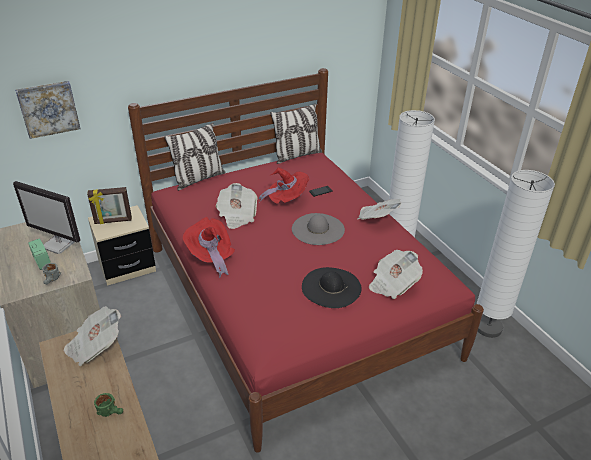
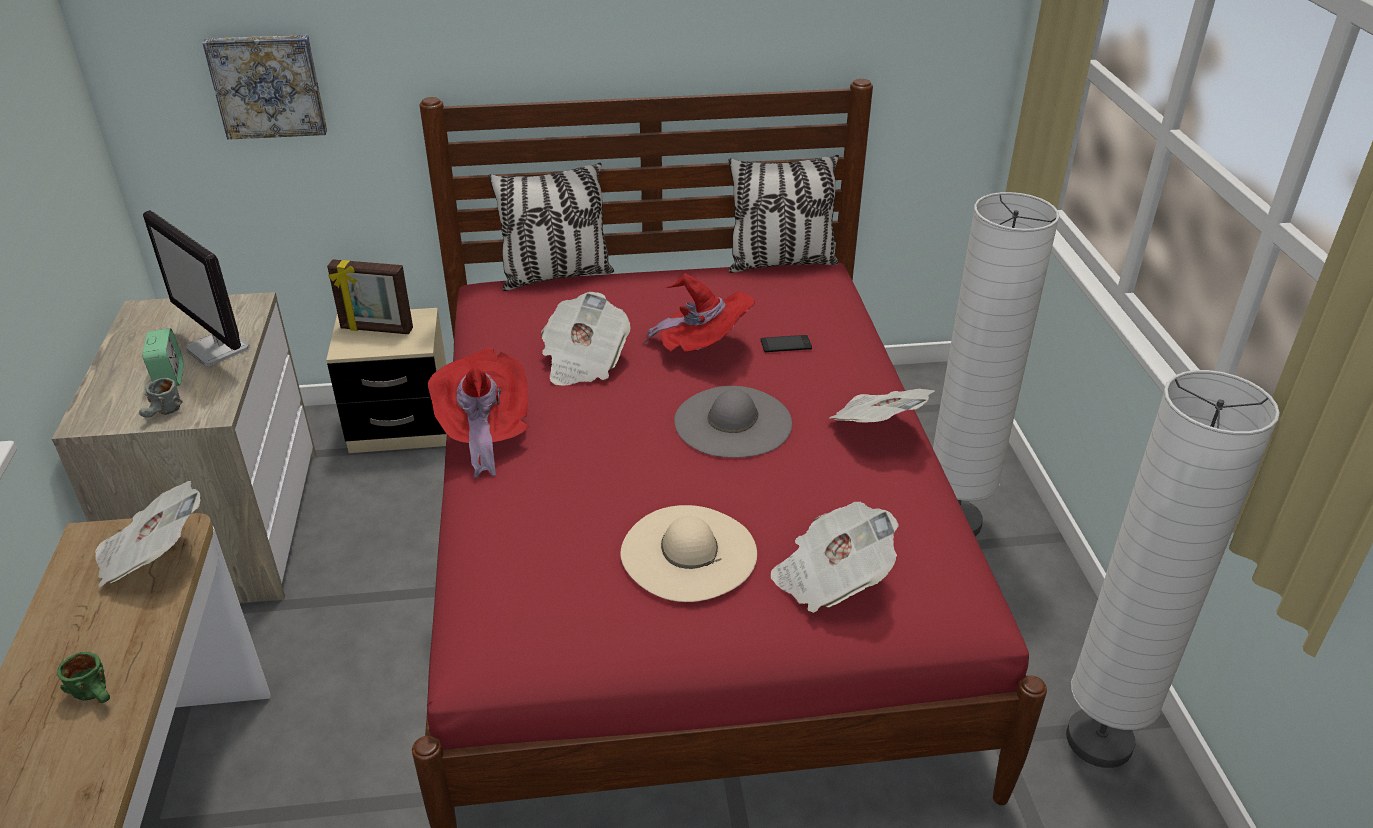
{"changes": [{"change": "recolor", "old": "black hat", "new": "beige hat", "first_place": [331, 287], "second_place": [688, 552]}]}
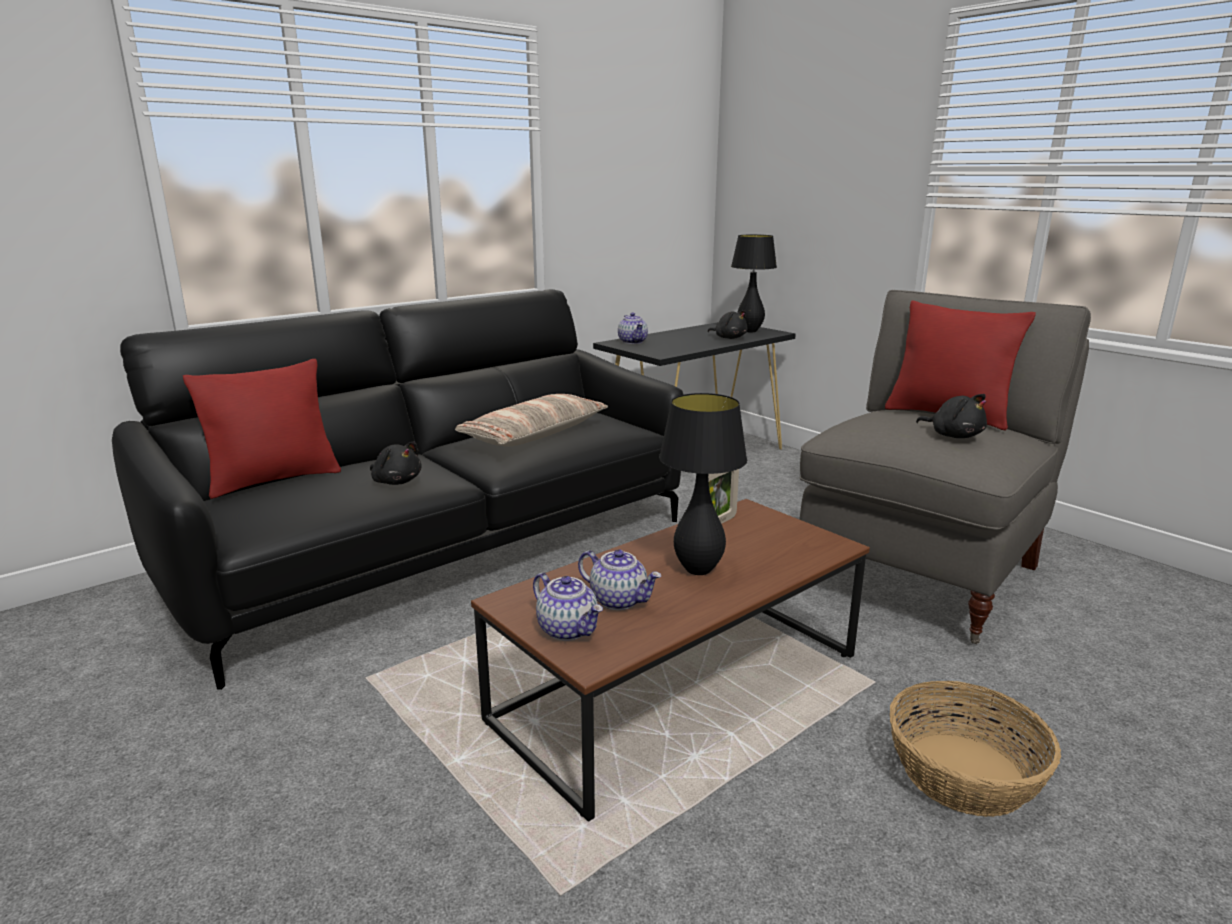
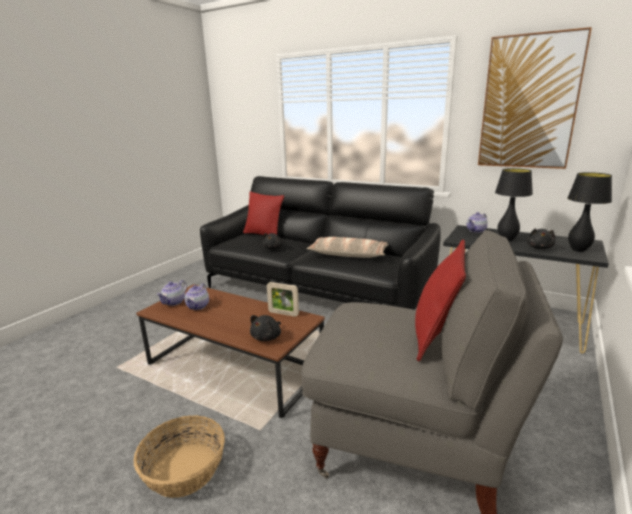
{"changes": [{"change": "move", "old": "black table lamp", "first_place": [698, 570], "second_place": [506, 240]}, {"change": "move", "old": "black plush toy", "first_place": [953, 435], "second_place": [267, 337]}, {"change": "insert", "new": "picture", "second_place": [529, 103]}]}
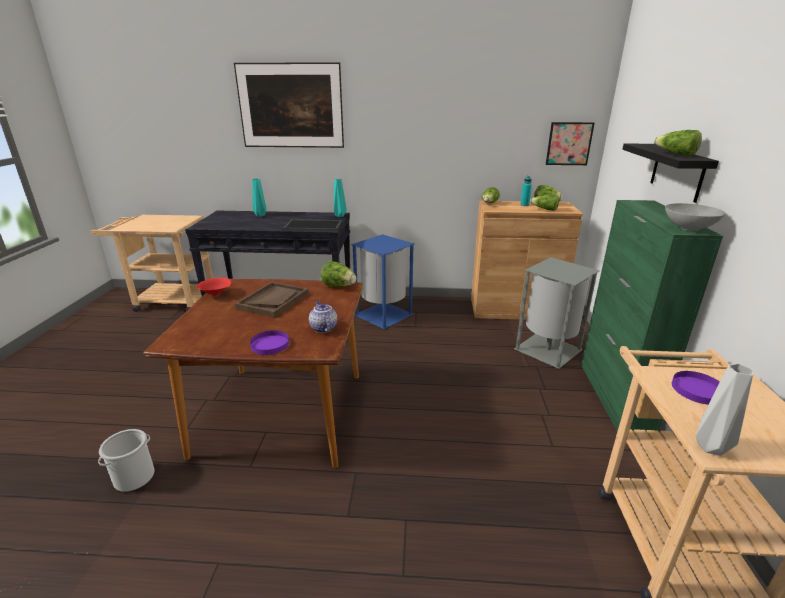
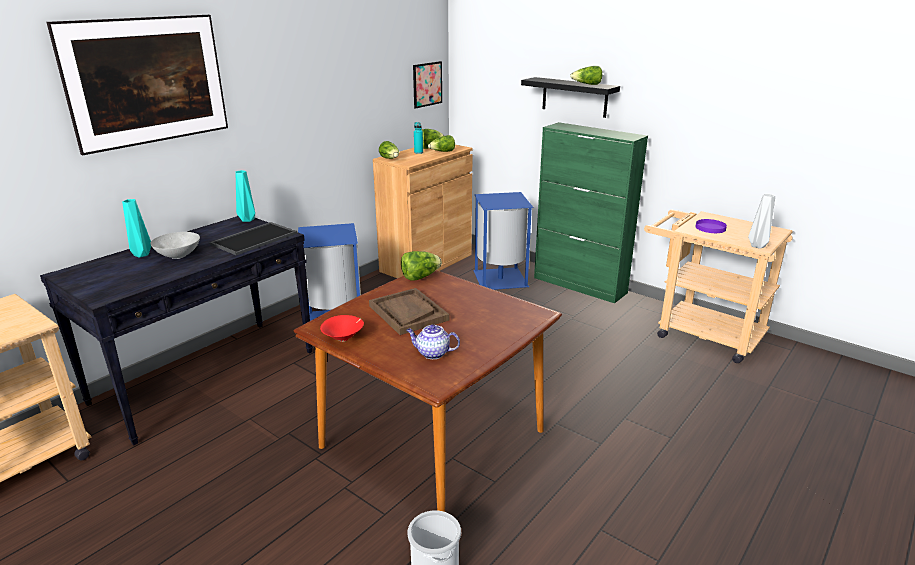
{"changes": [{"change": "move", "old": "grey bowl", "first_place": [690, 228], "second_place": [179, 255]}, {"change": "recolor", "old": "grey trash can", "new": "blue trash can", "first_place": [547, 349], "second_place": [499, 278]}, {"change": "move", "old": "teapot", "first_place": [323, 328], "second_place": [432, 353]}, {"change": "delete", "old": "purple plate", "first_place": [270, 344]}]}
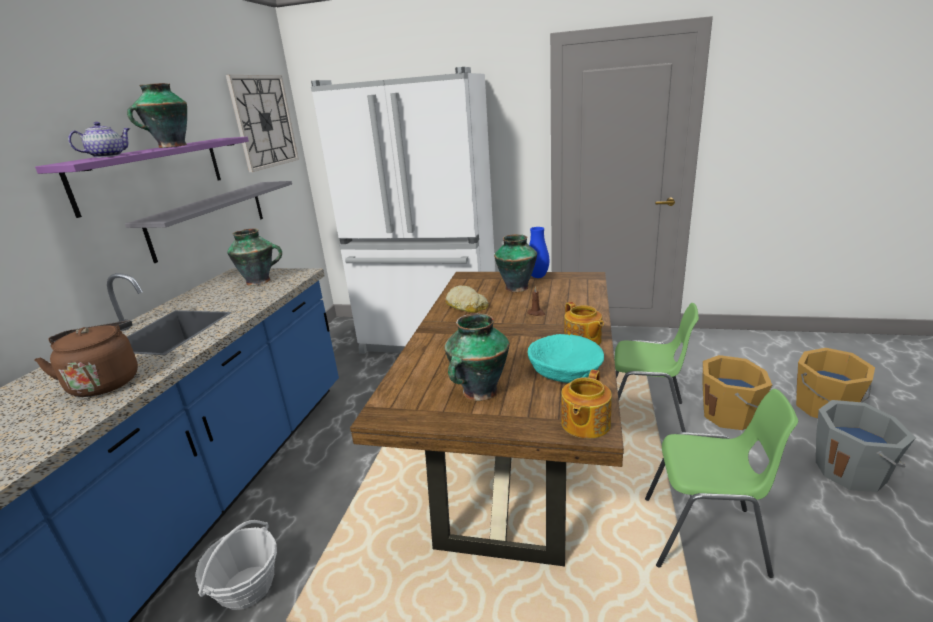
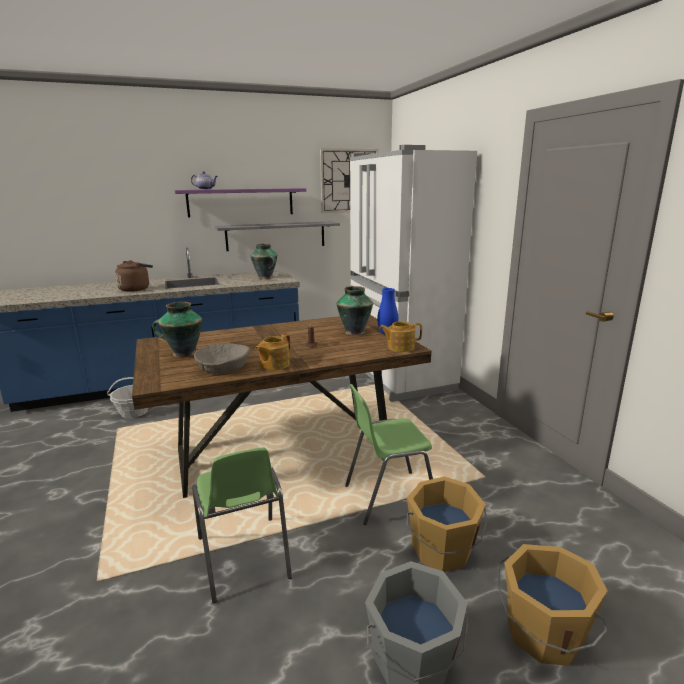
{"changes": [{"change": "delete", "old": "vase", "first_place": [171, 146]}, {"change": "delete", "old": "bread", "first_place": [466, 305]}, {"change": "rotate", "old": "green chair", "first_place": [645, 416], "second_place": [388, 497], "degrees": 90}, {"change": "recolor", "old": "turquoise bowl", "new": "beige bowl", "first_place": [564, 370], "second_place": [224, 367]}, {"change": "move", "old": "teapot", "first_place": [584, 424], "second_place": [400, 347]}]}
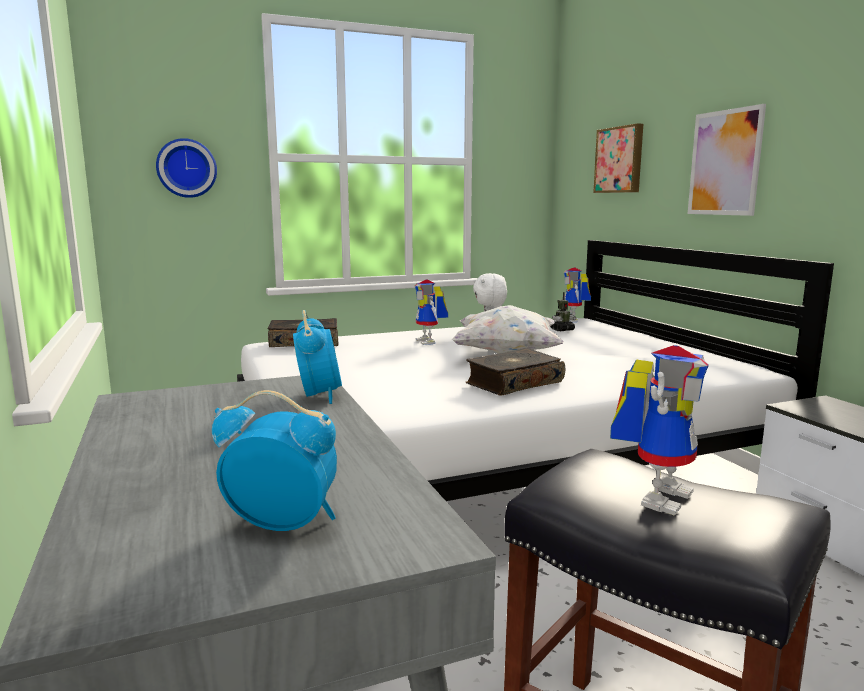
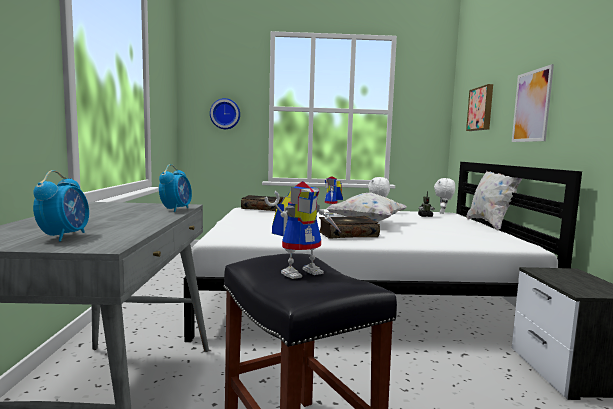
{"changes": [{"change": "replace", "old": "toy robot", "new": "white plush toy", "first_place": [574, 320], "second_place": [443, 213]}, {"change": "rotate", "old": "alarm clock", "first_place": [283, 524], "second_place": [65, 236], "degrees": 60}, {"change": "insert", "new": "white pillow", "second_place": [490, 224]}]}
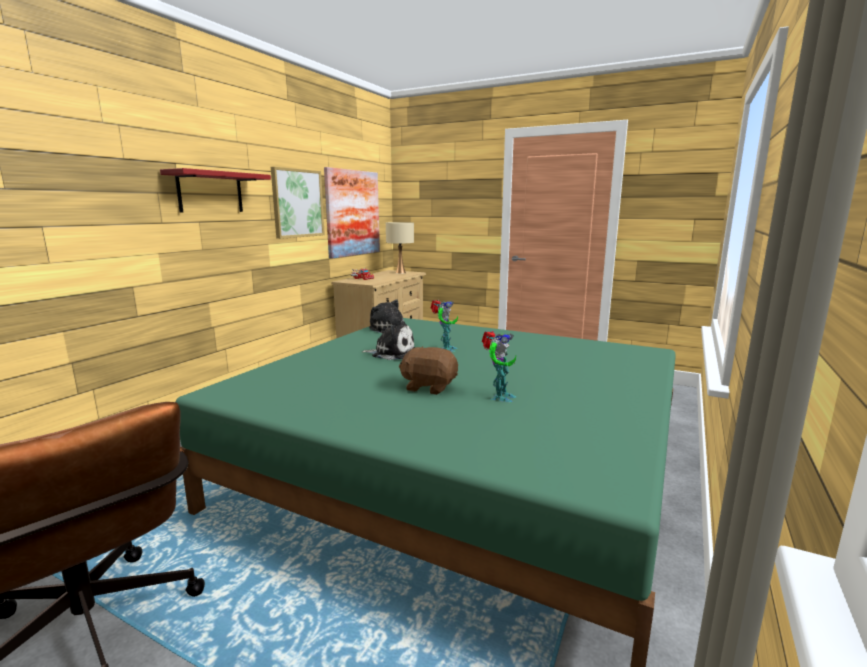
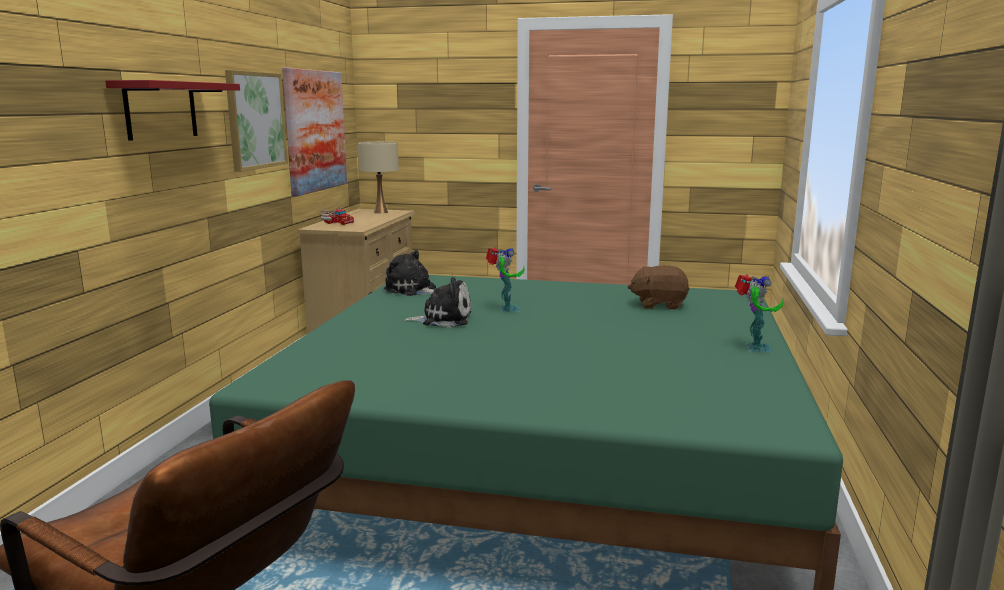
{"changes": [{"change": "move", "old": "toy robot", "first_place": [499, 397], "second_place": [755, 348]}, {"change": "move", "old": "brown plush toy", "first_place": [429, 387], "second_place": [659, 305]}]}
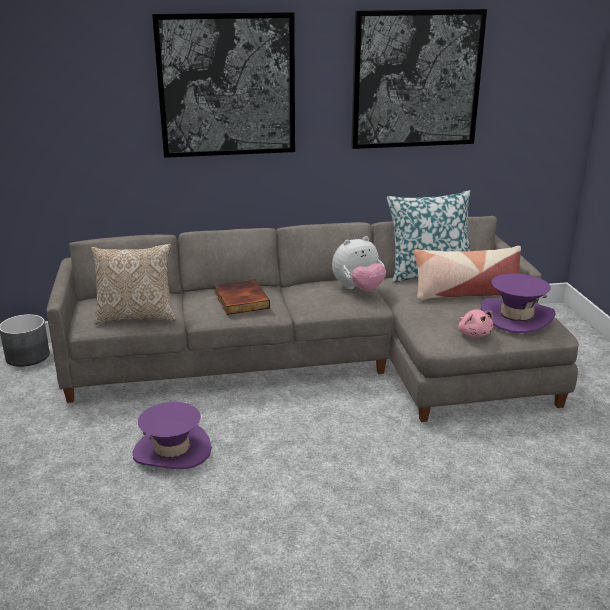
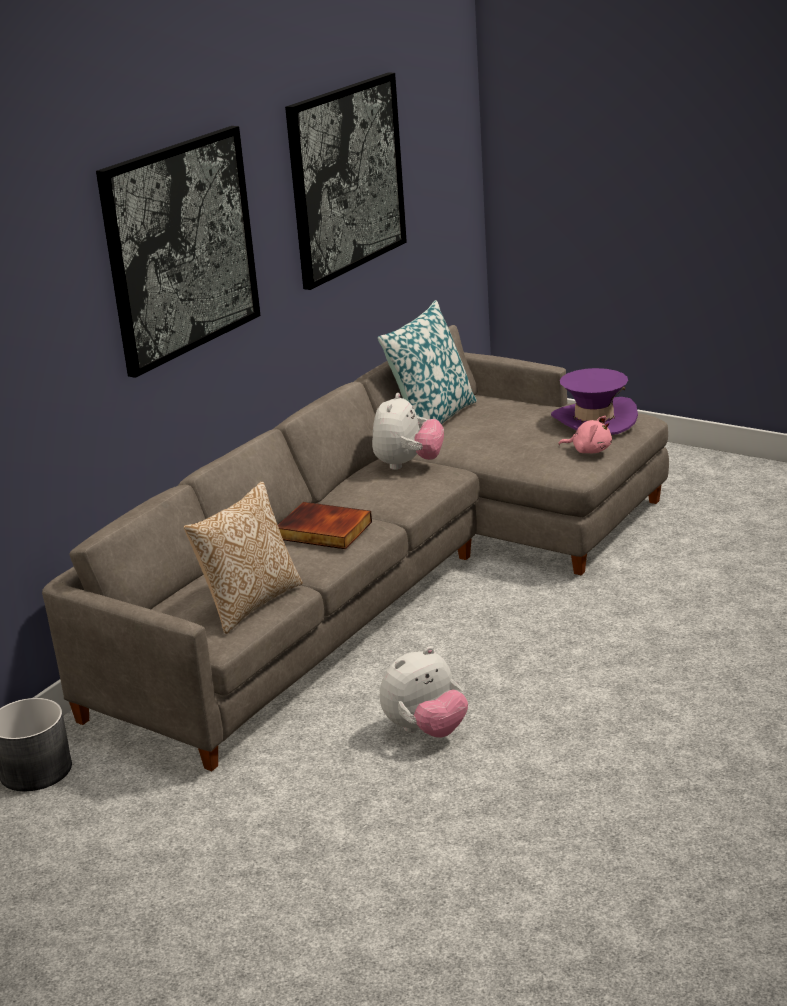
{"changes": [{"change": "delete", "old": "pillow", "first_place": [466, 294]}, {"change": "replace", "old": "purple hat", "new": "plush toy", "first_place": [172, 451], "second_place": [426, 730]}]}
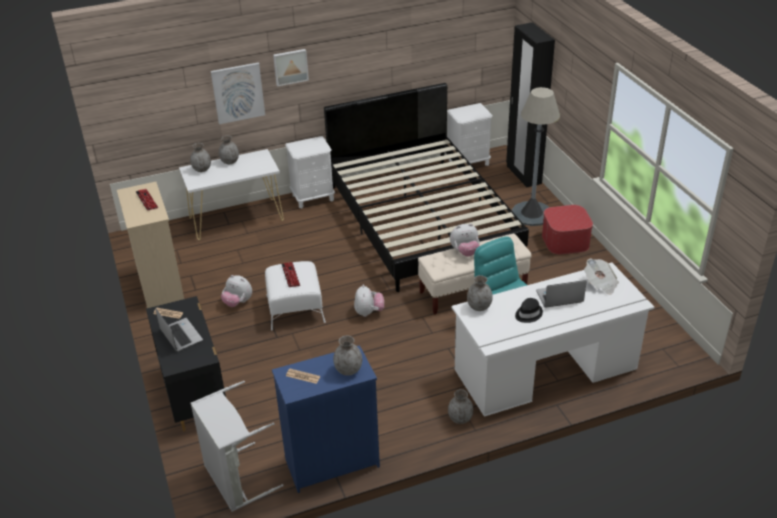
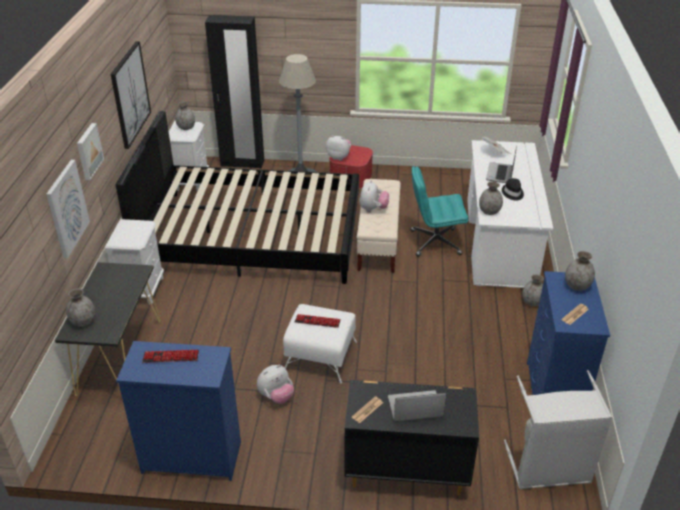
{"changes": [{"change": "move", "old": "grey vase", "first_place": [230, 162], "second_place": [186, 128]}, {"change": "recolor", "old": "white console table", "new": "black console table", "first_place": [237, 219], "second_place": [120, 357]}, {"change": "recolor", "old": "beige dresser", "new": "blue dresser", "first_place": [161, 286], "second_place": [191, 457]}, {"change": "move", "old": "plush toy", "first_place": [369, 312], "second_place": [339, 157]}, {"change": "insert", "new": "picture", "second_place": [130, 94]}]}
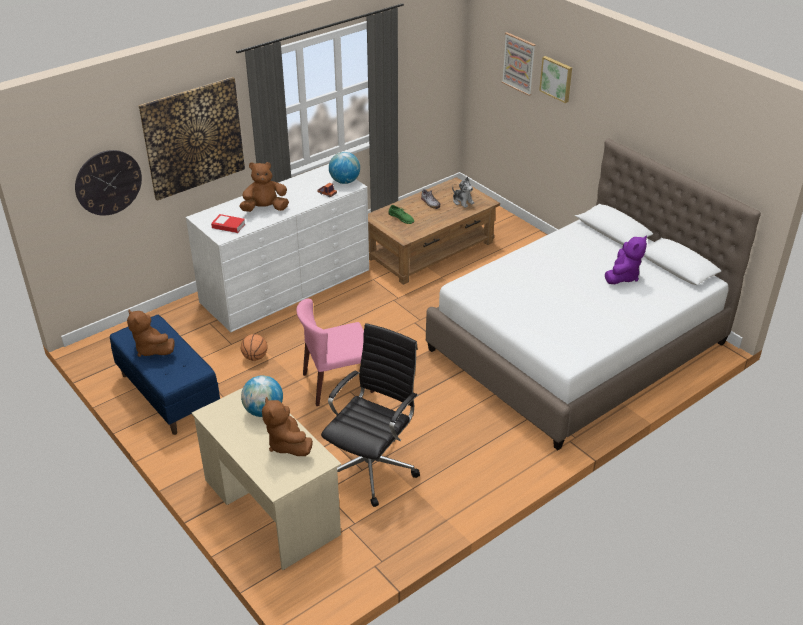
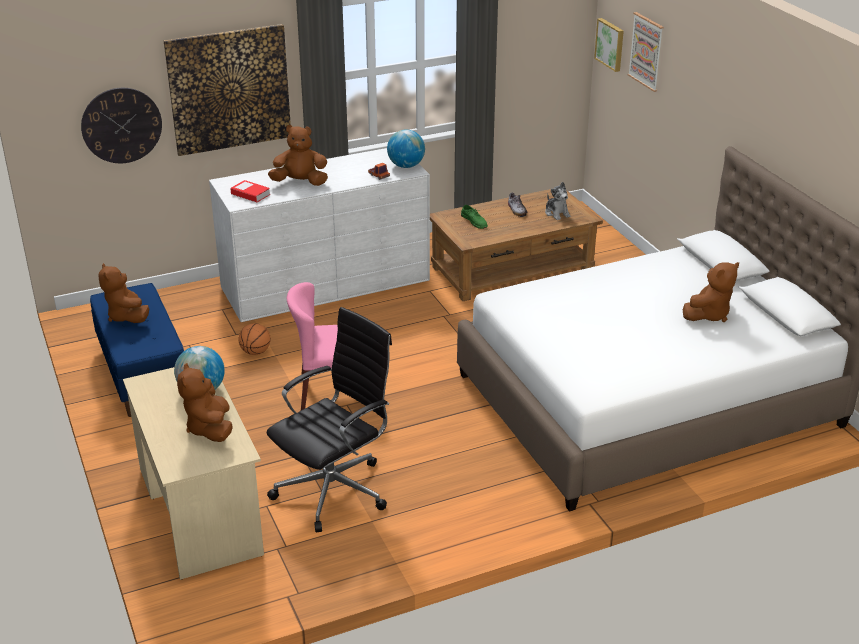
{"changes": [{"change": "move", "old": "picture", "first_place": [557, 79], "second_place": [610, 44]}, {"change": "recolor", "old": "purple plush toy", "new": "brown plush toy", "first_place": [622, 276], "second_place": [708, 314]}]}
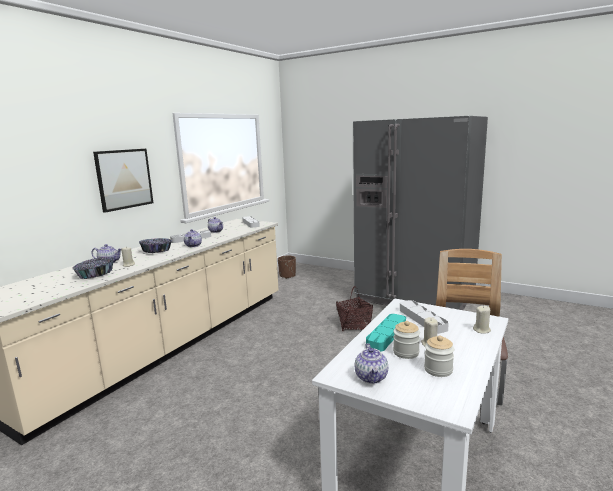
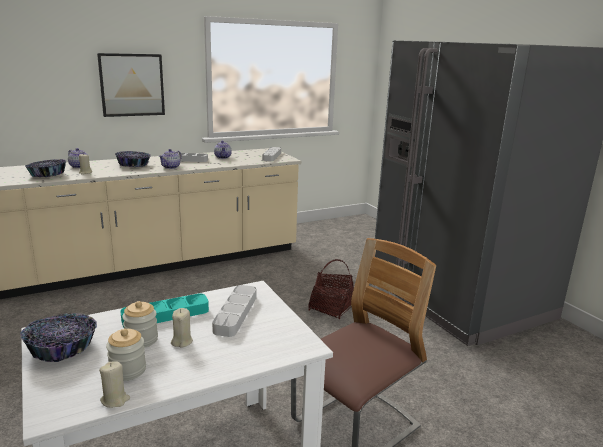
{"changes": [{"change": "delete", "old": "brown planter", "first_place": [287, 276]}, {"change": "move", "old": "beige candle", "first_place": [482, 330], "second_place": [115, 400]}, {"change": "replace", "old": "teapot", "new": "bowl", "first_place": [371, 377], "second_place": [62, 348]}]}
